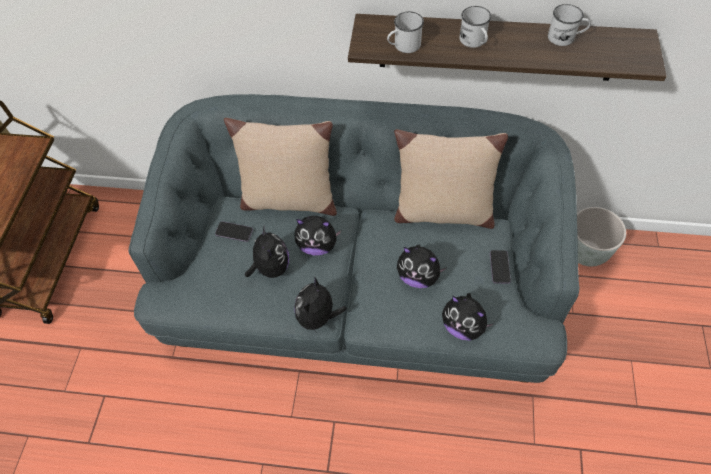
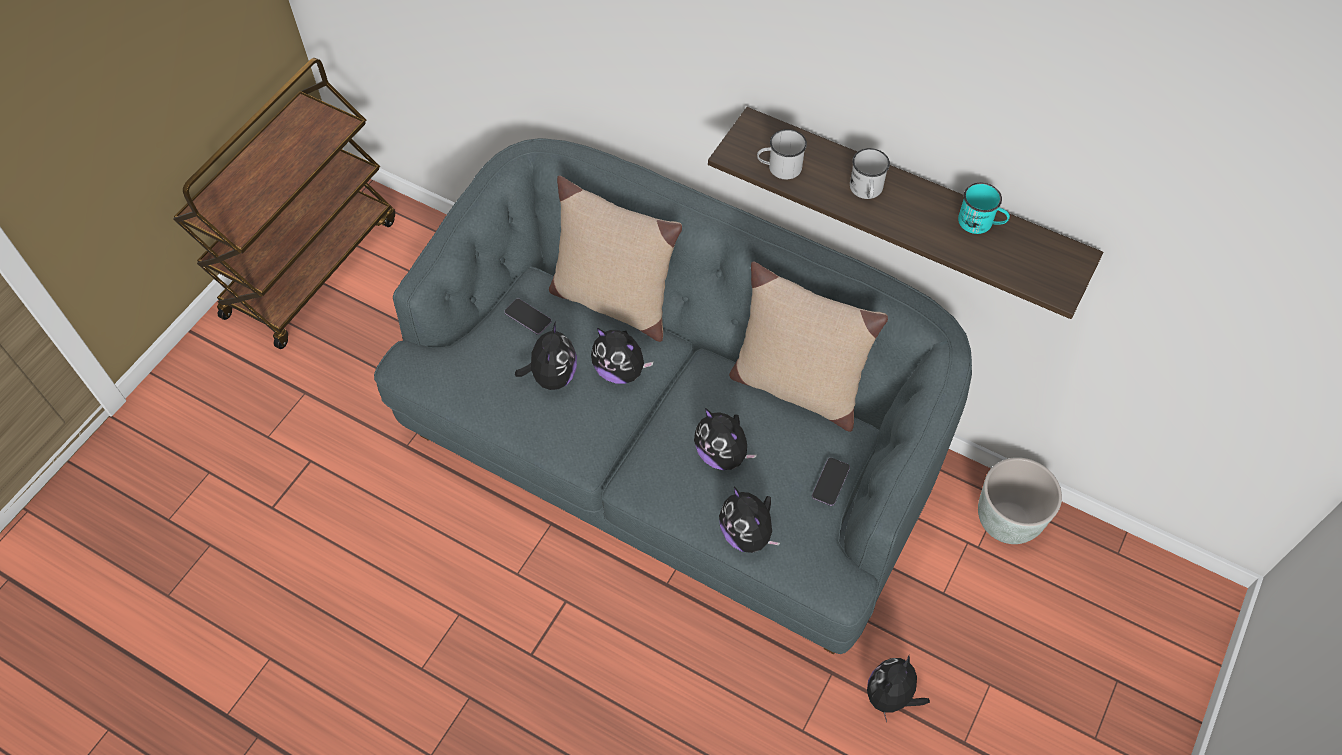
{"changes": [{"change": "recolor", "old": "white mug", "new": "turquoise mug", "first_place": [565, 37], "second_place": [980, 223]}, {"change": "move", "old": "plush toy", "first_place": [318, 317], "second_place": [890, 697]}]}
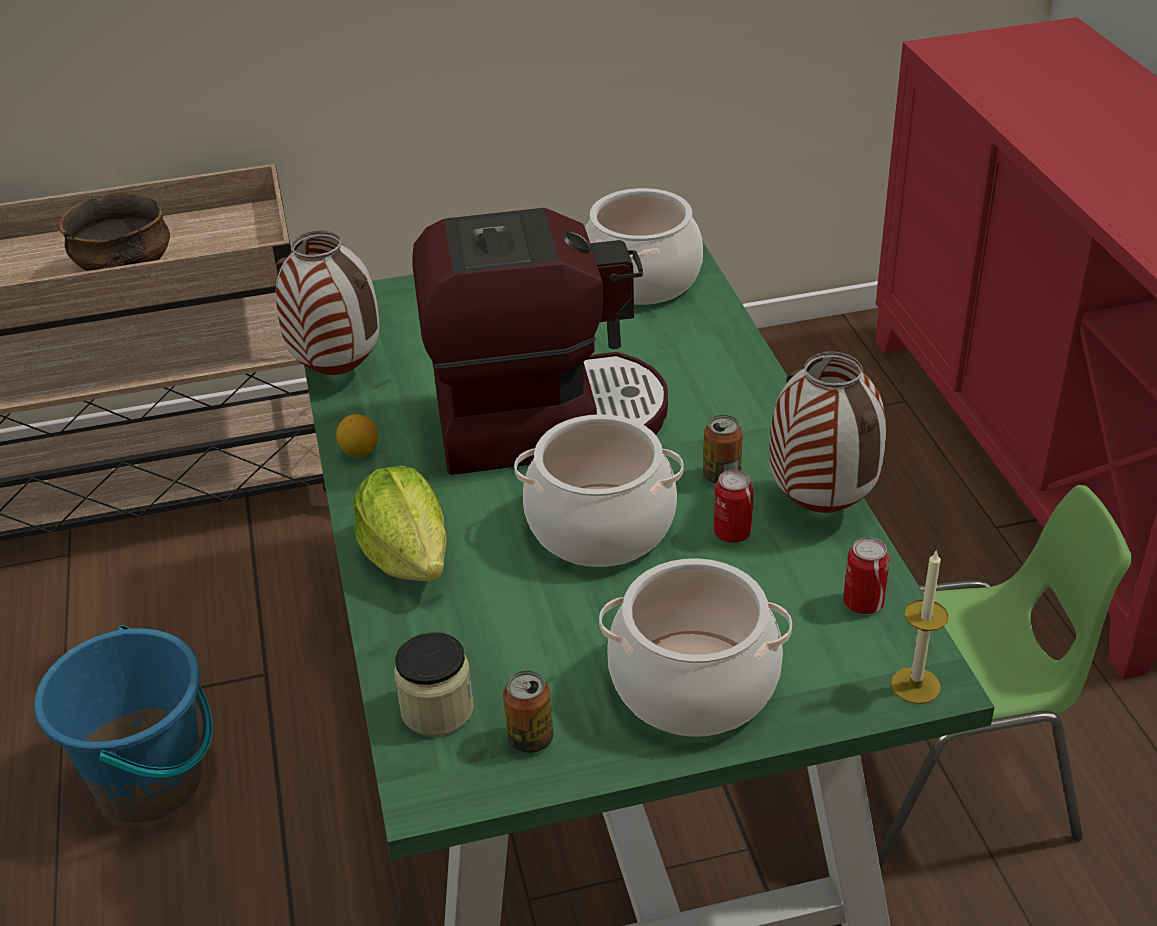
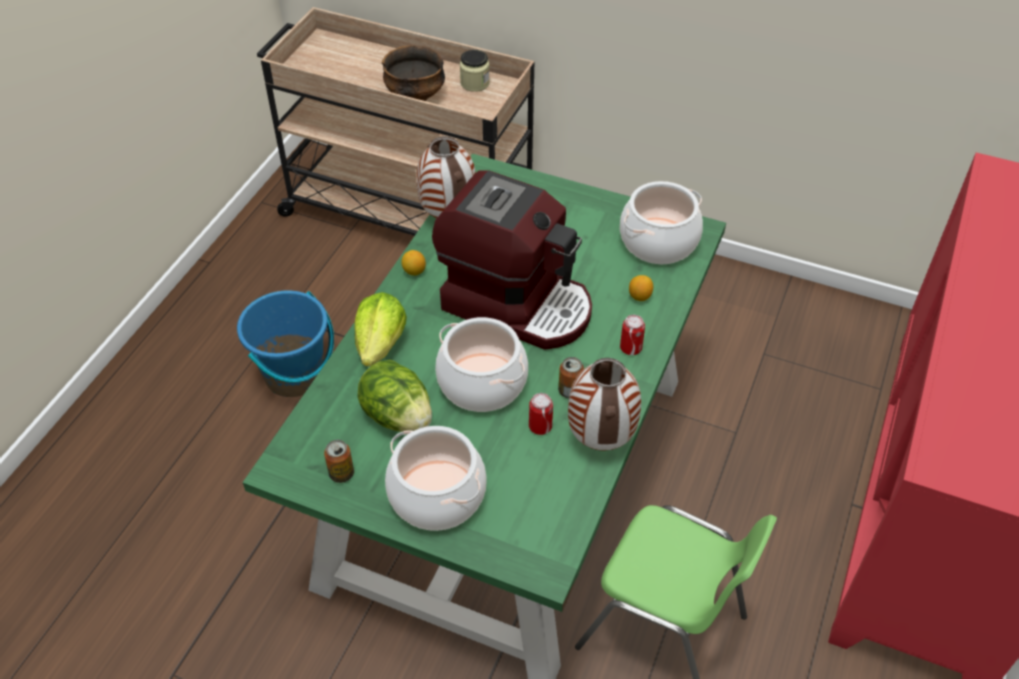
{"changes": [{"change": "move", "old": "can", "first_place": [863, 603], "second_place": [630, 348]}, {"change": "delete", "old": "candle", "first_place": [915, 685]}, {"change": "move", "old": "jar", "first_place": [437, 709], "second_place": [475, 83]}, {"change": "insert", "new": "lemon", "second_place": [639, 296]}, {"change": "insert", "new": "lettuce", "second_place": [398, 416]}]}
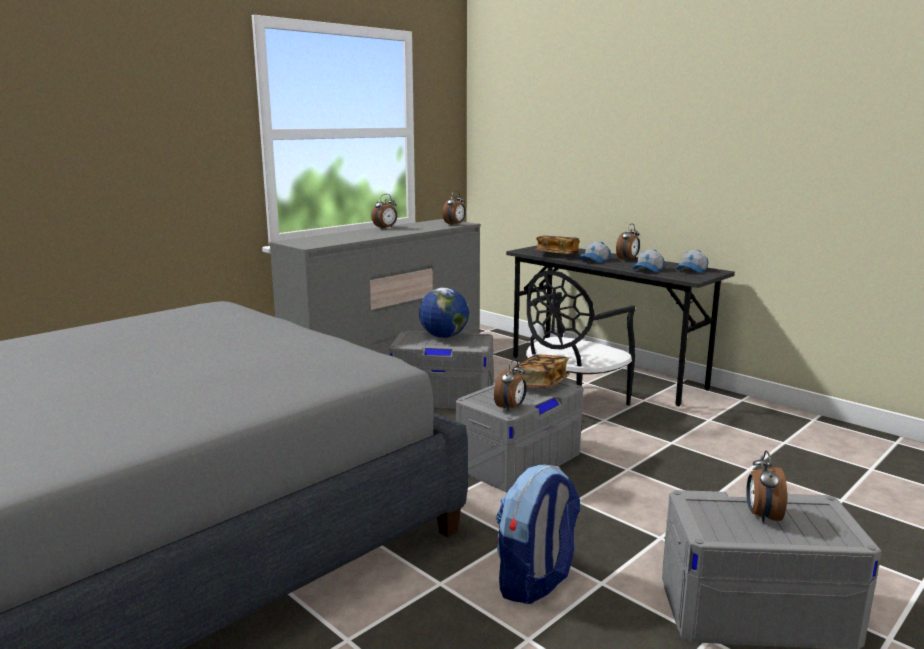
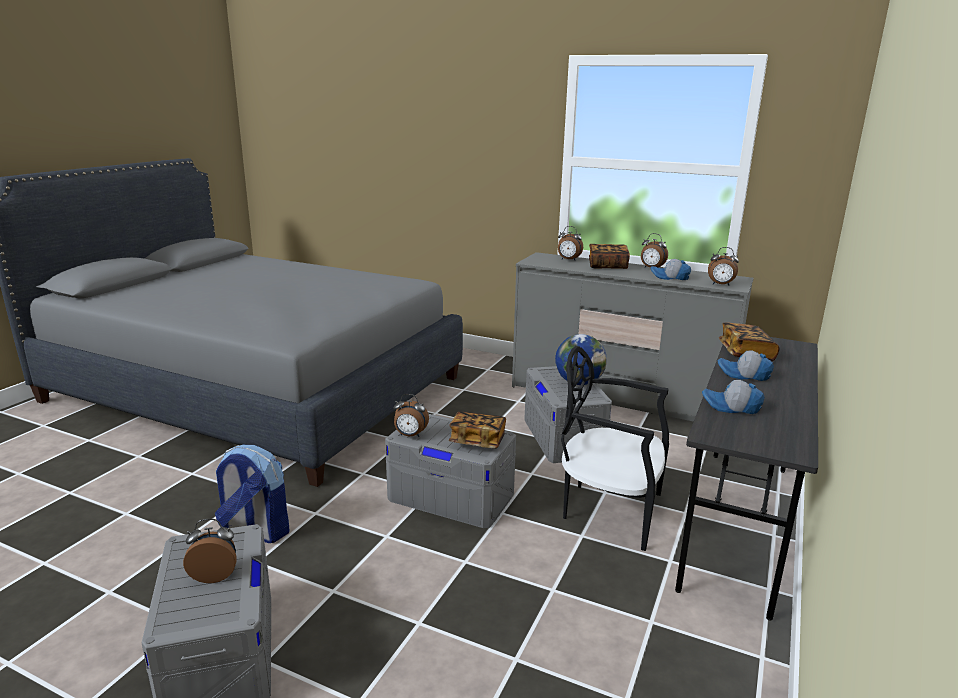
{"changes": [{"change": "move", "old": "alarm clock", "first_place": [628, 259], "second_place": [568, 260]}, {"change": "move", "old": "cap", "first_place": [692, 270], "second_place": [670, 277]}, {"change": "insert", "new": "book", "second_place": [607, 266]}]}
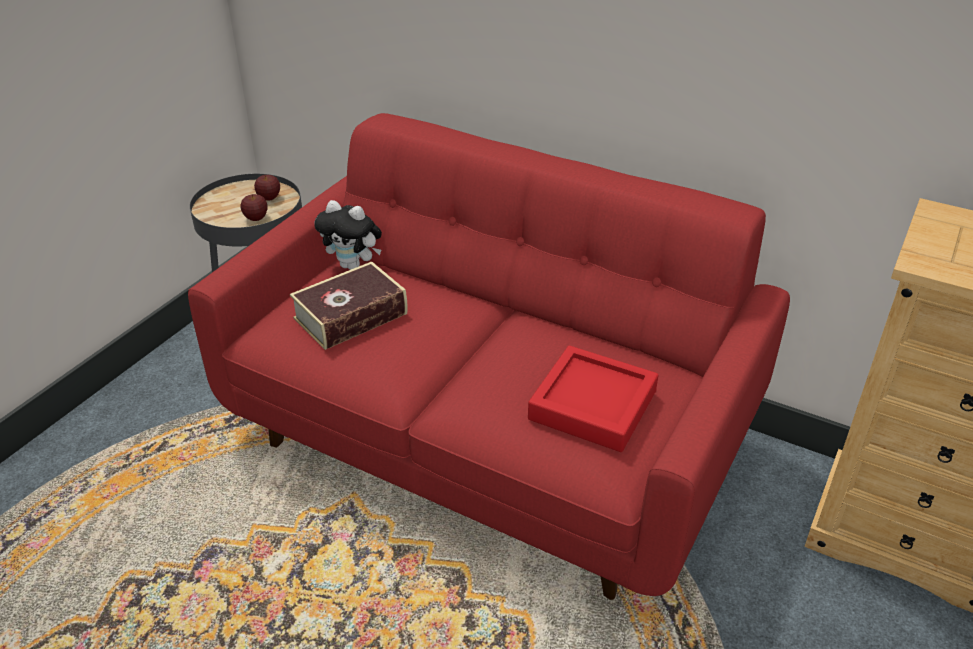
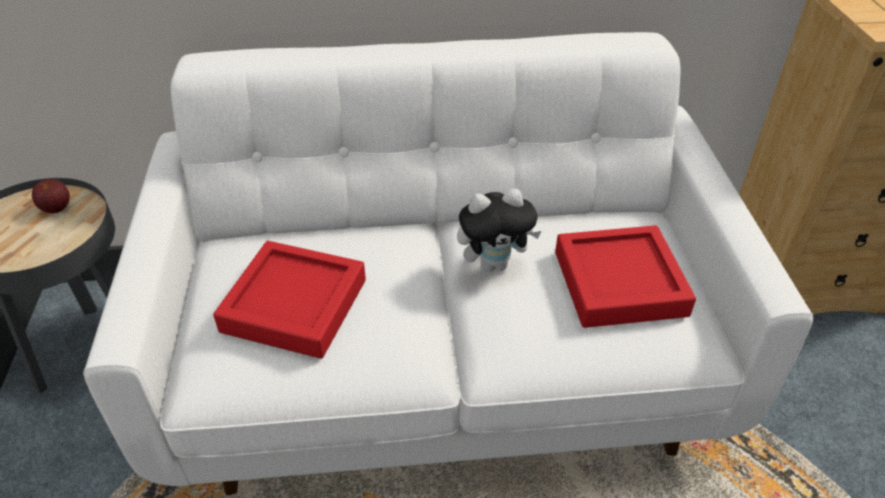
{"changes": [{"change": "recolor", "old": "red sofa", "new": "white sofa", "first_place": [488, 440], "second_place": [443, 364]}, {"change": "delete", "old": "apple", "first_place": [255, 218]}, {"change": "move", "old": "plush toy", "first_place": [353, 266], "second_place": [494, 263]}, {"change": "replace", "old": "book", "new": "red tray", "first_place": [351, 316], "second_place": [294, 305]}]}
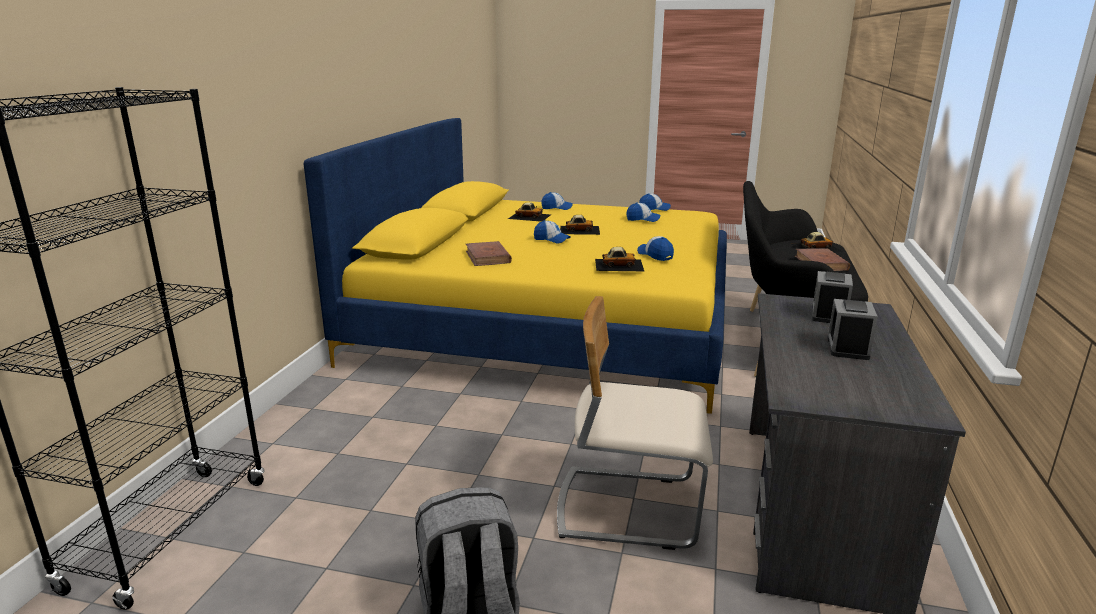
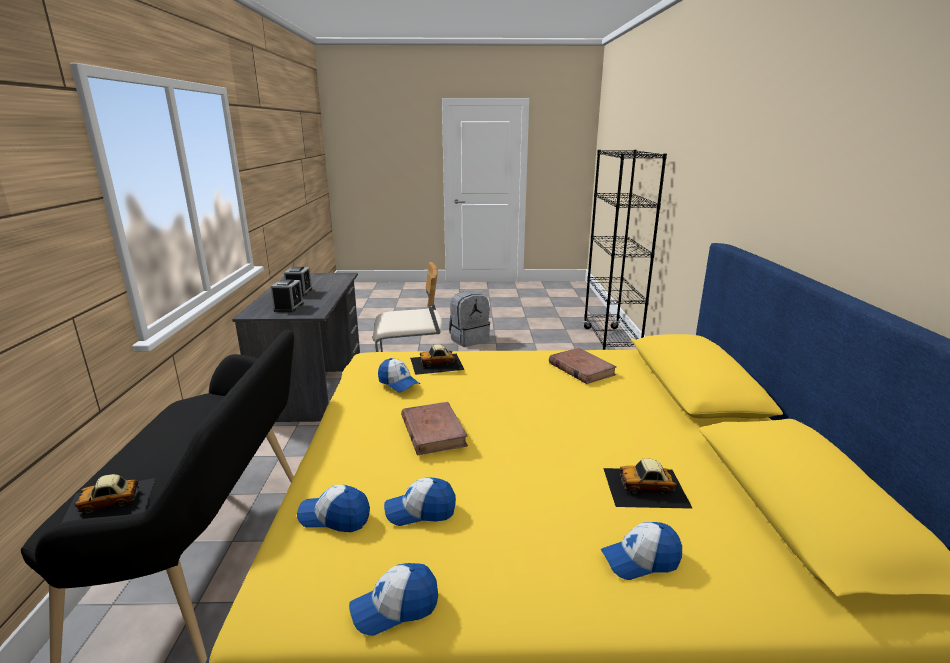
{"changes": [{"change": "delete", "old": "toy car", "first_place": [579, 230]}, {"change": "move", "old": "cap", "first_place": [551, 239], "second_place": [335, 517]}, {"change": "move", "old": "brown book", "first_place": [821, 263], "second_place": [433, 431]}]}
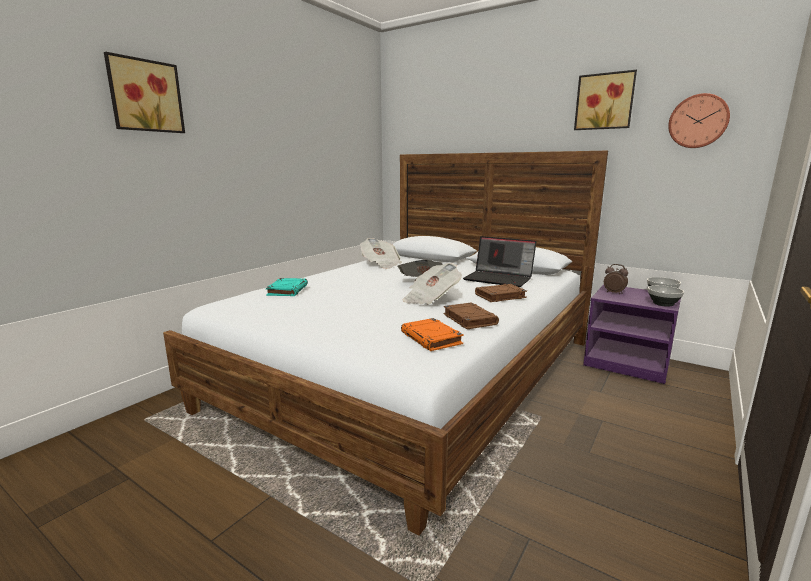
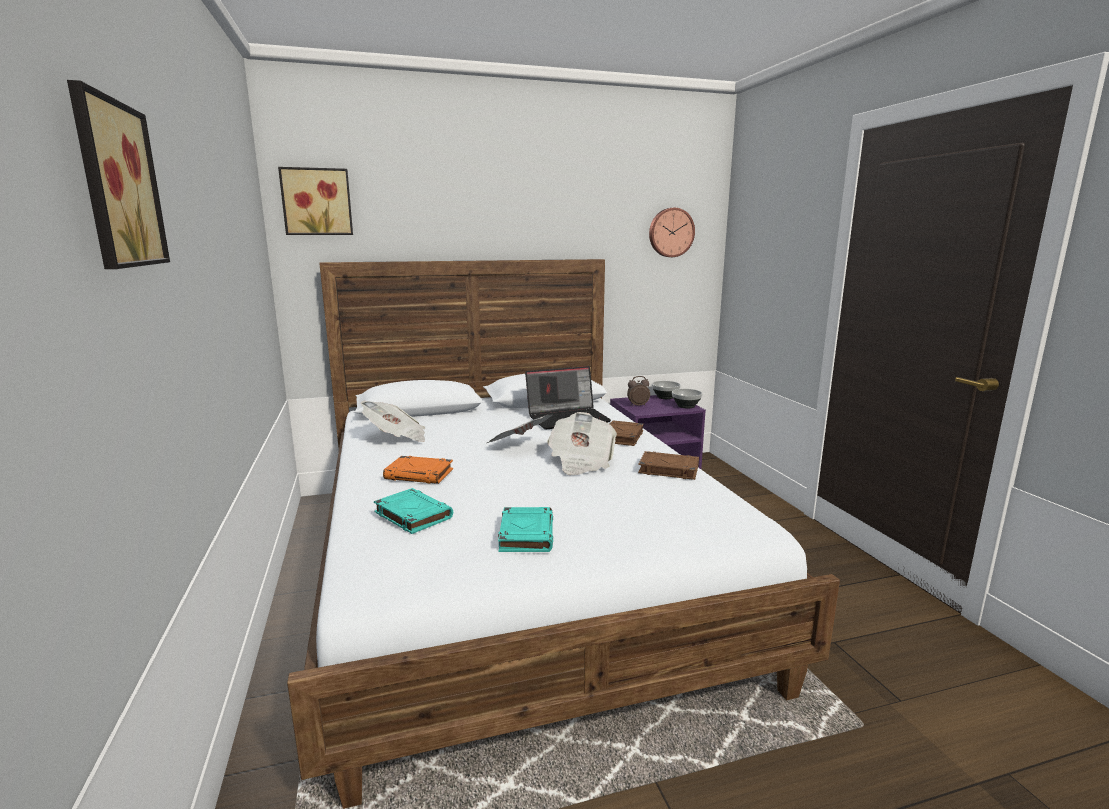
{"changes": [{"change": "move", "old": "picture", "first_place": [604, 101], "second_place": [317, 202]}, {"change": "move", "old": "orange book", "first_place": [432, 338], "second_place": [420, 474]}, {"change": "insert", "new": "turquoise book", "second_place": [526, 534]}]}
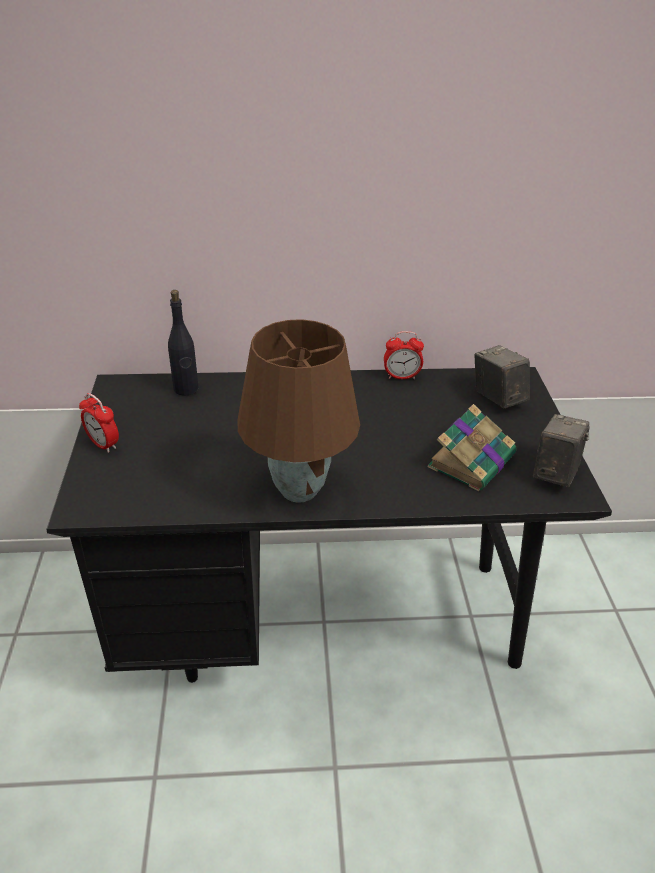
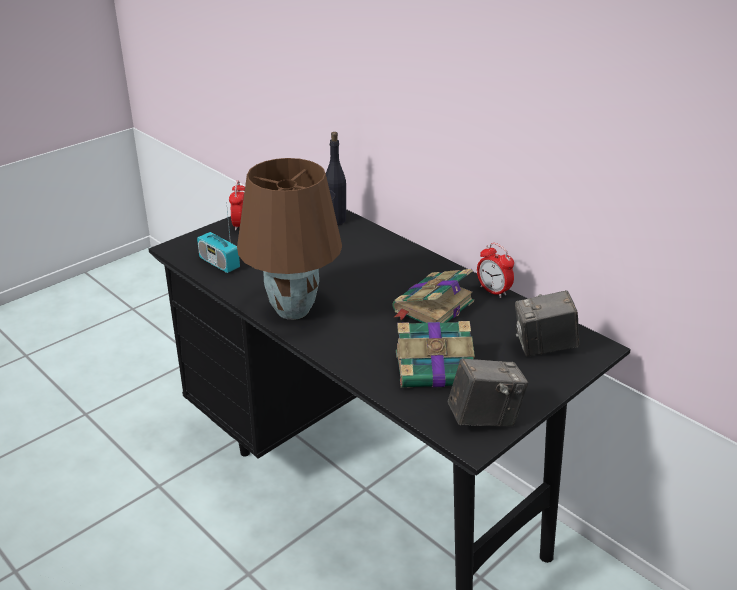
{"changes": [{"change": "rotate", "old": "photo camera", "first_place": [497, 398], "second_place": [543, 347], "degrees": -120}, {"change": "insert", "new": "radio", "second_place": [219, 263]}, {"change": "insert", "new": "book", "second_place": [432, 307]}]}
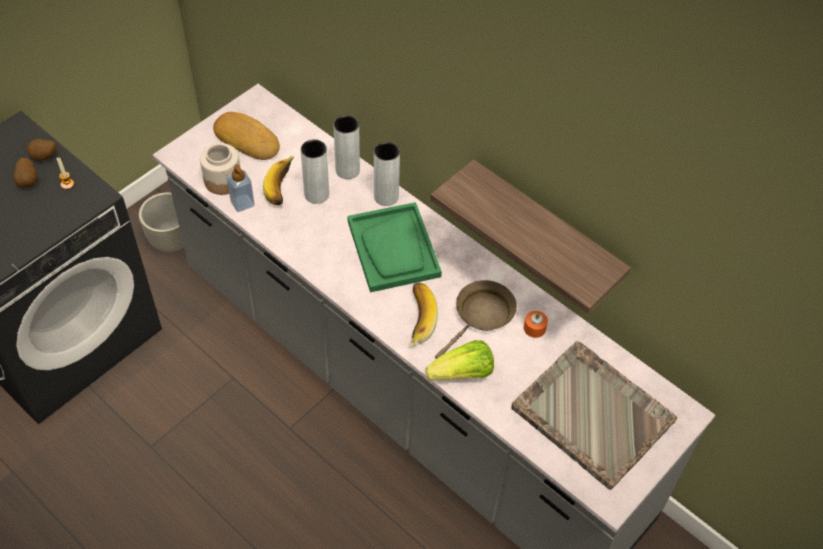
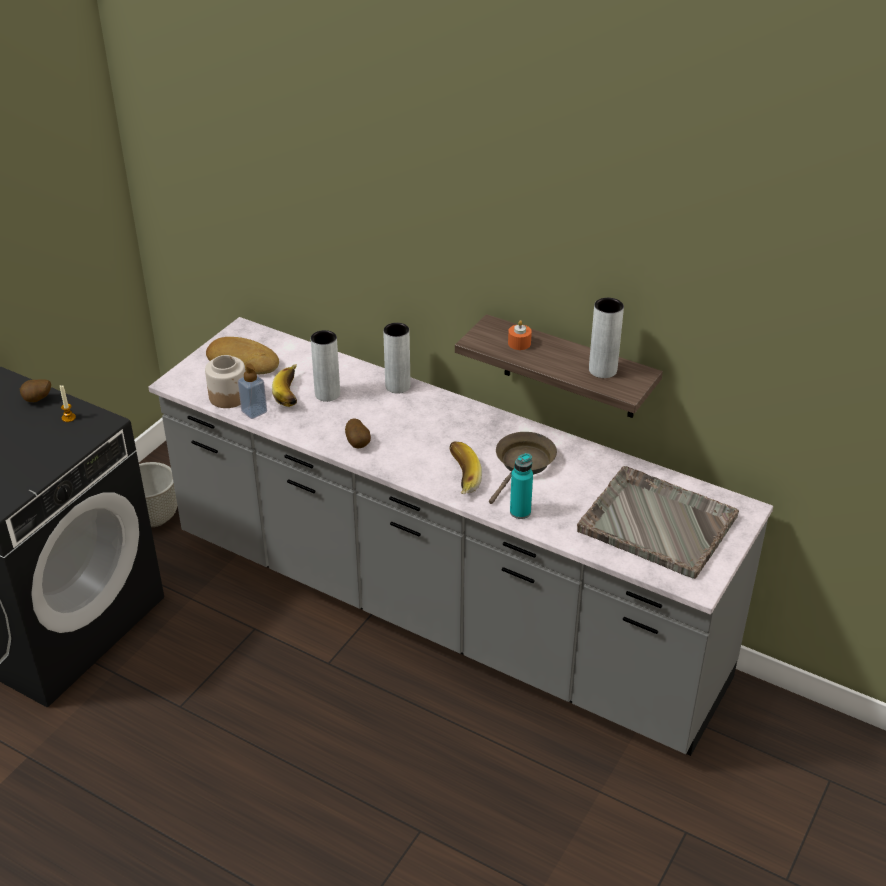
{"changes": [{"change": "move", "old": "grey vase", "first_place": [347, 170], "second_place": [602, 370]}, {"change": "move", "old": "potato", "first_place": [29, 181], "second_place": [358, 444]}, {"change": "delete", "old": "green tray", "first_place": [393, 249]}, {"change": "move", "old": "orange candle", "first_place": [534, 328], "second_place": [519, 343]}, {"change": "replace", "old": "lettuce", "new": "turquoise bottle", "first_place": [462, 374], "second_place": [520, 512]}]}
